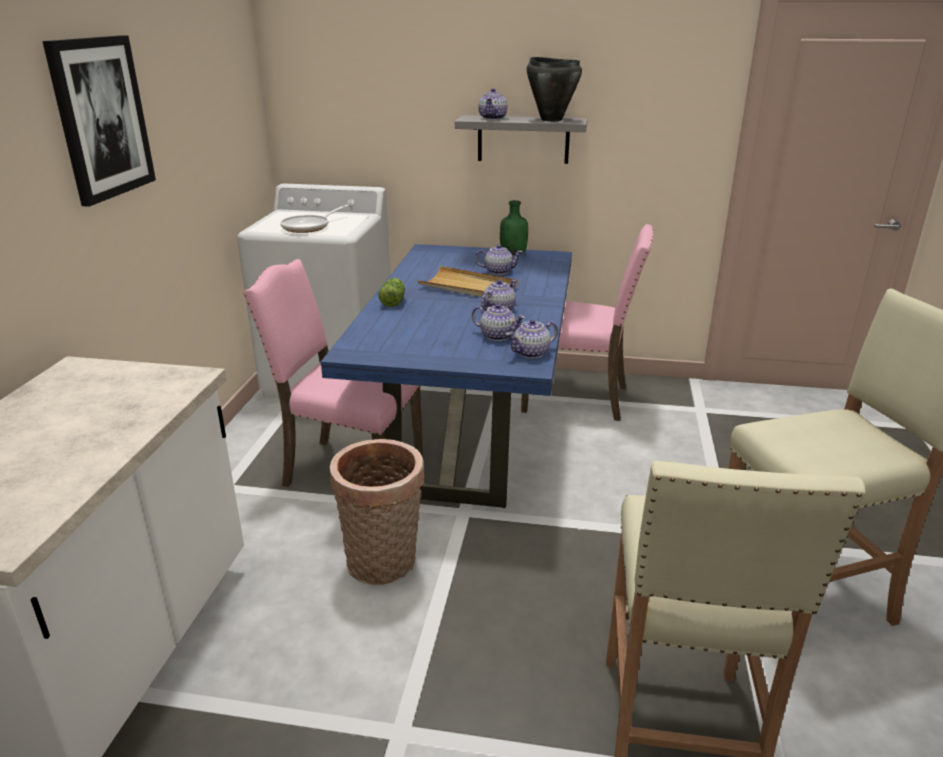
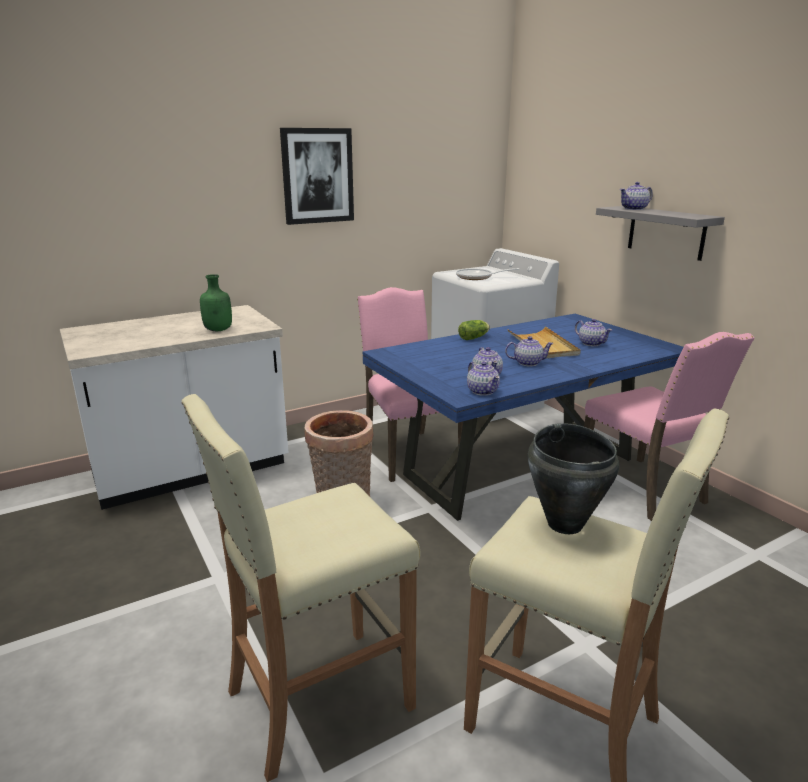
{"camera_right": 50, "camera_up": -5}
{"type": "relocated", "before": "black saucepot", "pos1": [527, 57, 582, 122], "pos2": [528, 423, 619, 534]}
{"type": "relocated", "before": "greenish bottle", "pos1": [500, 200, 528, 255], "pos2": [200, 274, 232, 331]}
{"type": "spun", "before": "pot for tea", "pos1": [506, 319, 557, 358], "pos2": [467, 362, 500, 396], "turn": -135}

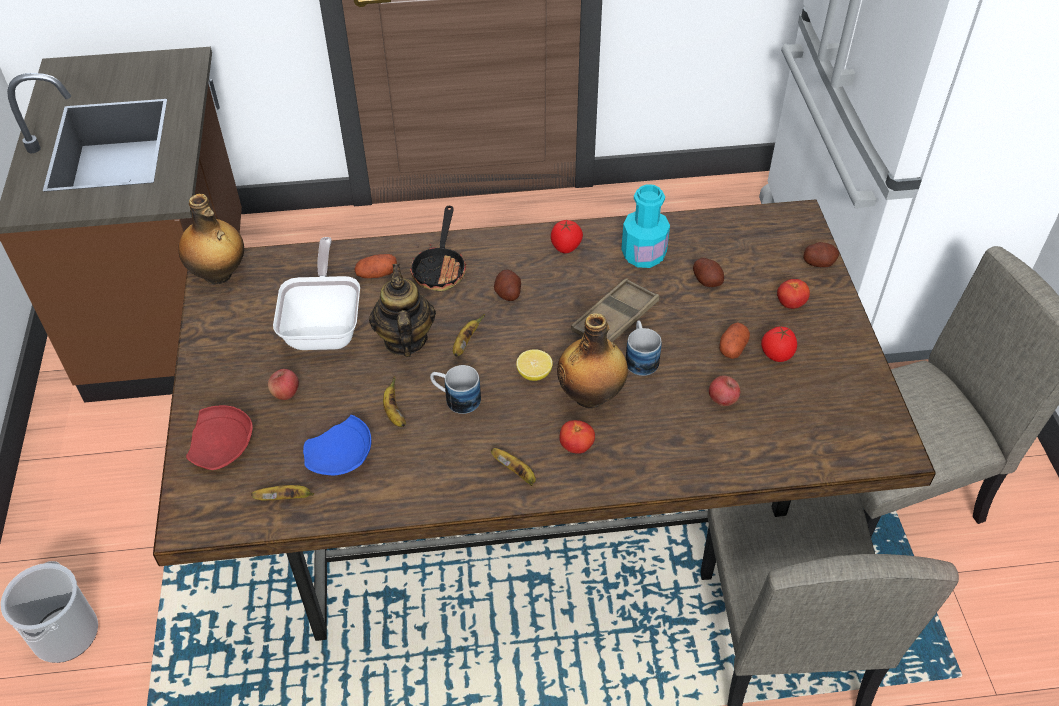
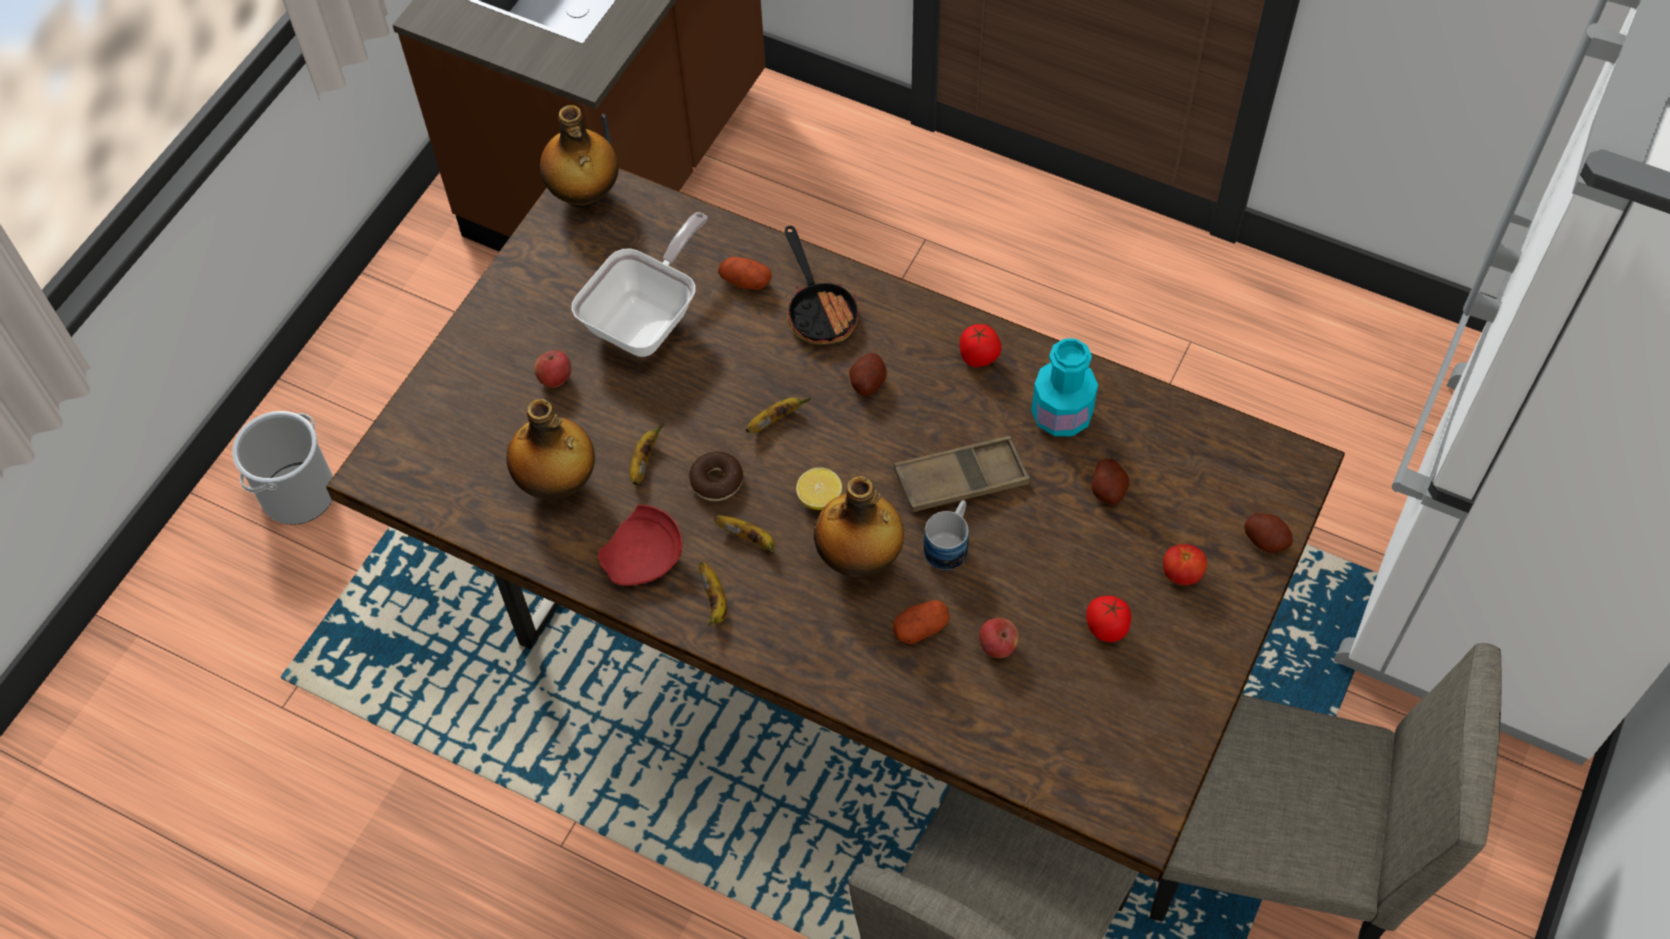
{"camera_right": 35, "camera_up": 10}
{"type": "spun", "before": "pan", "pos1": [410, 206, 466, 291], "pos2": [785, 226, 861, 345], "turn": -60}
{"type": "missing", "before": "pot for tea", "pos1": [369, 264, 436, 357]}
{"type": "relocated", "before": "potato", "pos1": [719, 323, 750, 359], "pos2": [893, 600, 950, 644]}
{"type": "exchanged", "before": "mug", "after": "doughnut", "pos1": [430, 365, 481, 414], "pos2": [689, 451, 743, 501]}
{"type": "relocated", "before": "red dinner plate", "pos1": [186, 405, 253, 470], "pos2": [598, 505, 682, 585]}
{"type": "exchanged", "before": "bluish dinner plate", "after": "bottle", "pos1": [303, 415, 372, 475], "pos2": [507, 399, 595, 500]}
{"type": "missing", "before": "whole tomato", "pos1": [559, 420, 595, 454]}
{"type": "relocated", "before": "whole banana", "pos1": [251, 485, 314, 501], "pos2": [714, 516, 775, 553]}

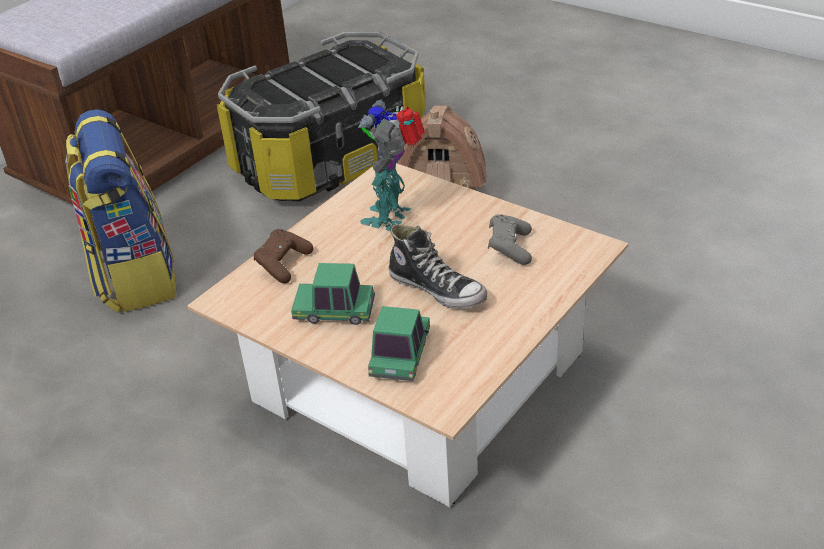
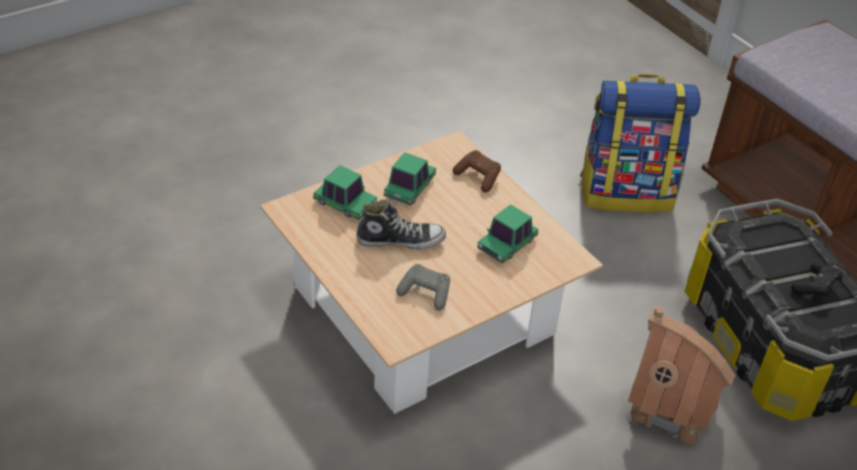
{"camera_right": 105, "camera_up": 5}
{"type": "exchanged", "before": "model robot", "after": "model car", "pos1": [359, 100, 425, 232], "pos2": [477, 204, 538, 263]}
{"type": "spun", "before": "low shoe", "pos1": [389, 224, 487, 309], "pos2": [356, 200, 446, 250], "turn": -150}
{"type": "appeared", "after": "black gamepad", "pos2": [791, 263, 843, 297]}

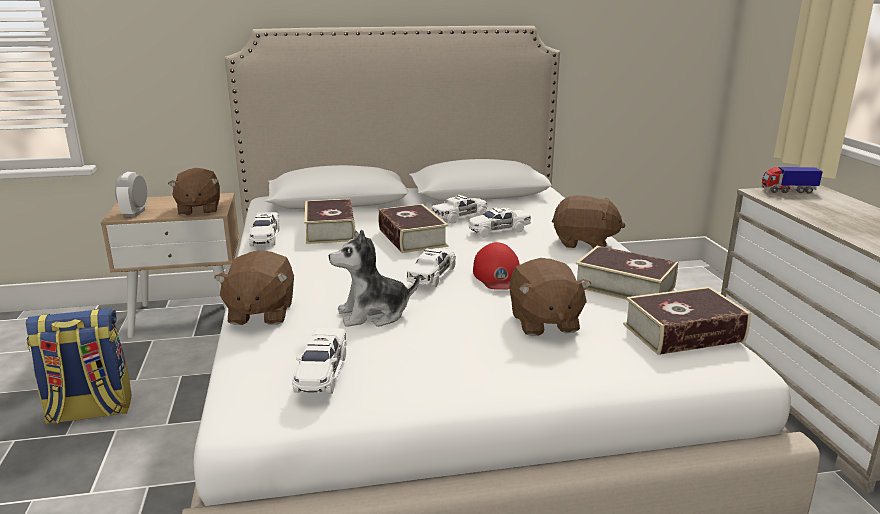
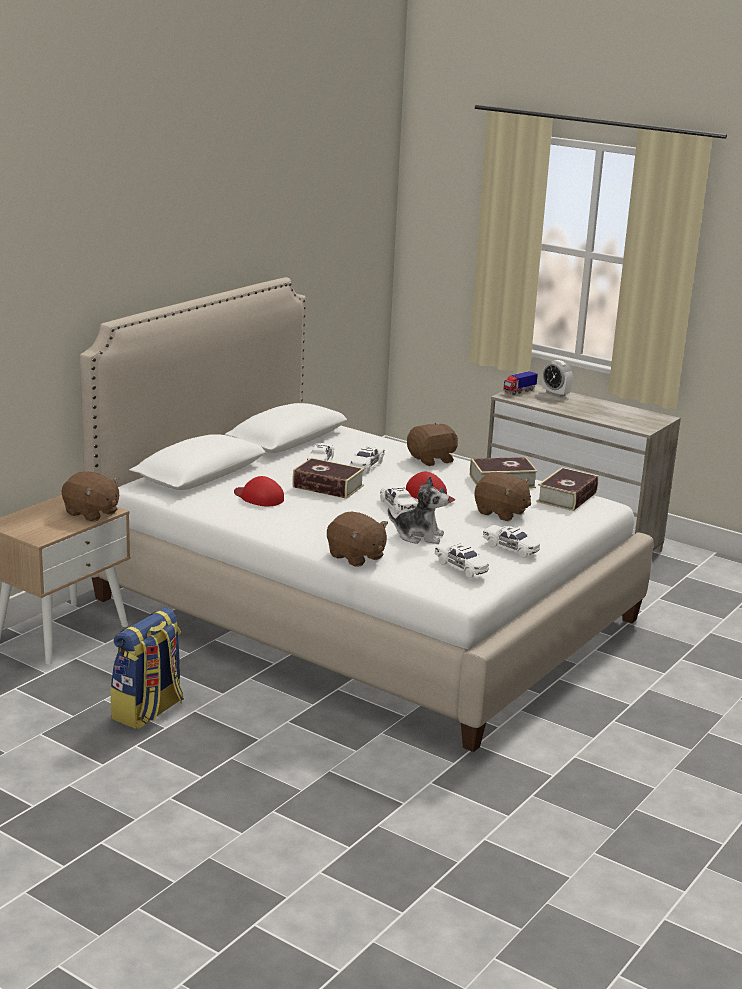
{"camera_right": -45, "camera_up": 0}
{"type": "relocated", "before": "bedside clock", "pos1": [115, 172, 147, 217], "pos2": [542, 360, 573, 397]}
{"type": "exchanged", "before": "volume", "after": "red peaked cap", "pos1": [305, 199, 355, 244], "pos2": [234, 476, 284, 506]}
{"type": "relocated", "before": "white model car", "pos1": [248, 212, 280, 246], "pos2": [483, 525, 540, 558]}
{"type": "spun", "before": "plush toy", "pos1": [329, 229, 420, 327], "pos2": [388, 476, 449, 544], "turn": -105}

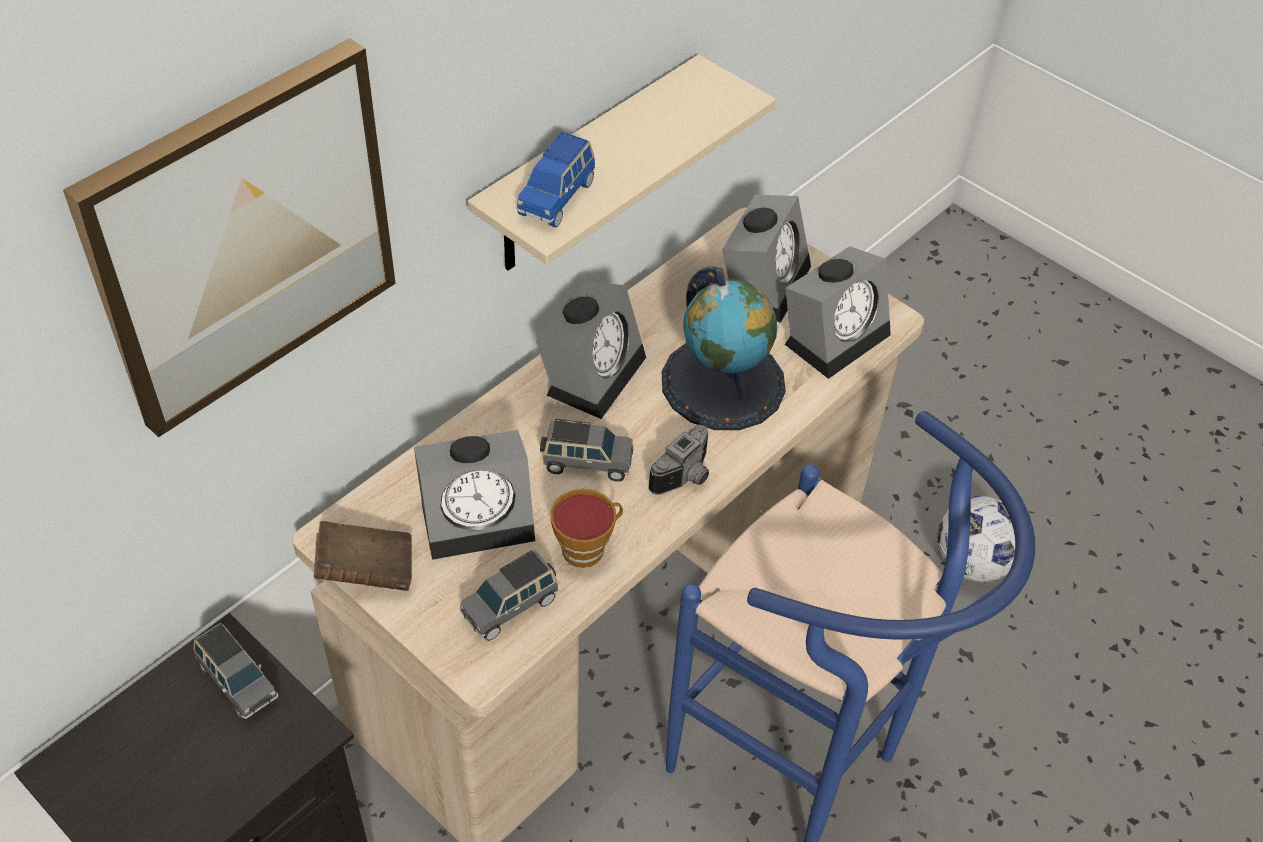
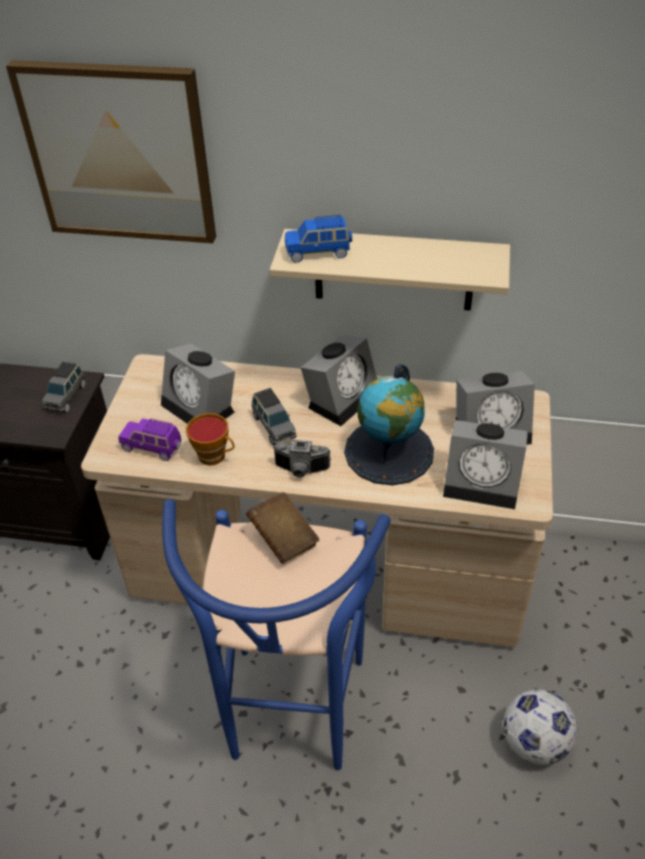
{"camera_right": 60, "camera_up": -5}
{"type": "spun", "before": "bedside clock", "pos1": [536, 280, 646, 419], "pos2": [300, 335, 377, 426], "turn": -45}
{"type": "relocated", "before": "brown-coloured volume", "pos1": [314, 521, 412, 591], "pos2": [246, 492, 319, 564]}
{"type": "colour", "before": "grey model car", "after": "purple model car", "pos1": [460, 550, 558, 641], "pos2": [118, 418, 182, 461]}

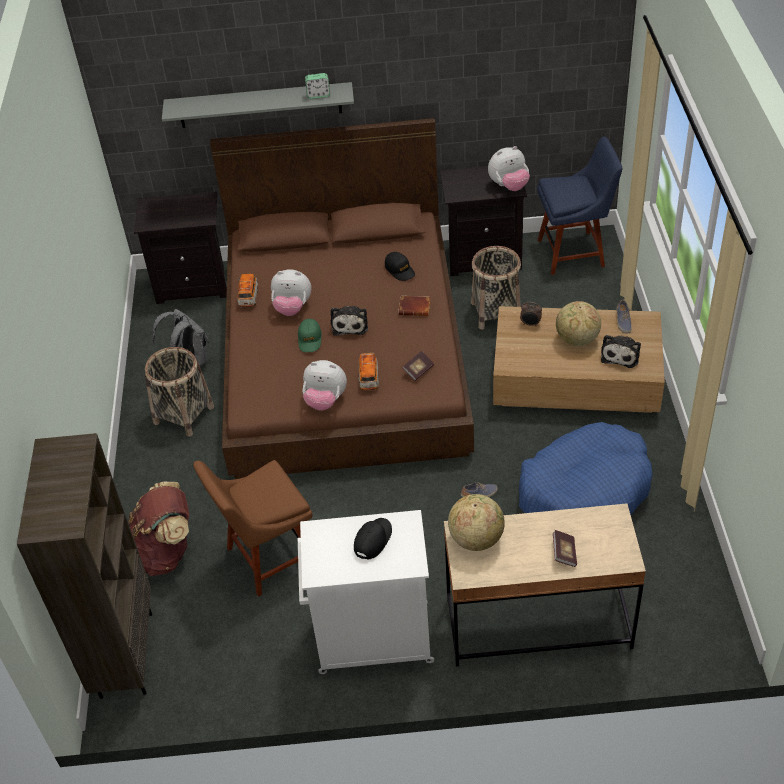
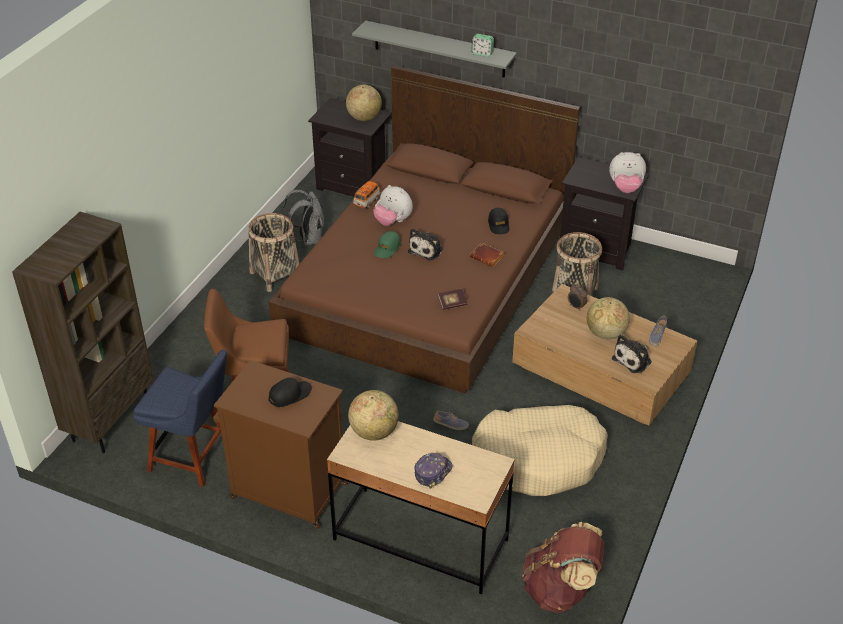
{"camera_right": 25, "camera_up": -5}
{"type": "relocated", "before": "bluish upright chair", "pos1": [537, 137, 623, 275], "pos2": [133, 350, 227, 487]}
{"type": "missing", "before": "model car", "pos1": [358, 353, 379, 390]}
{"type": "missing", "before": "plush toy", "pos1": [302, 360, 347, 411]}
{"type": "colour", "before": "bluish dog cushion", "after": "beige dog cushion", "pos1": [519, 422, 653, 515], "pos2": [472, 405, 608, 496]}
{"type": "relocated", "before": "brown-coloured rucksack", "pos1": [128, 482, 189, 576], "pos2": [522, 522, 604, 613]}
{"type": "colour", "before": "white cabinet", "after": "brown-coloured cabinet", "pos1": [298, 510, 434, 674], "pos2": [213, 360, 348, 529]}
{"type": "exchanged", "before": "volume", "after": "peaked cap", "pos1": [553, 530, 577, 567], "pos2": [415, 453, 453, 488]}
{"type": "appeared", "after": "globe", "pos2": [346, 85, 382, 121]}

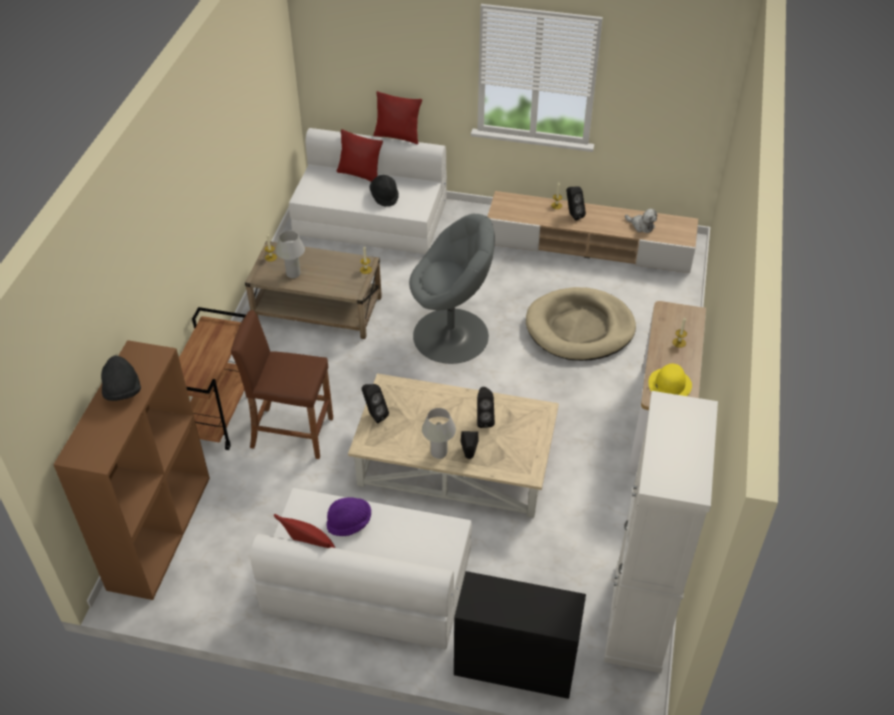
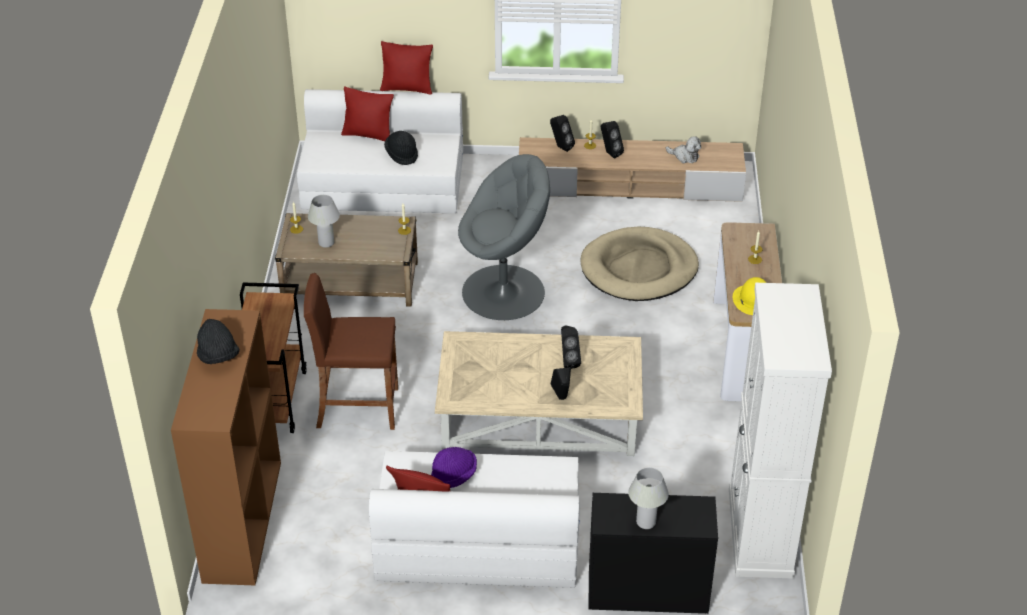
{"camera_right": -10, "camera_up": -5}
{"type": "relocated", "before": "black loudspeaker", "pos1": [362, 384, 389, 423], "pos2": [550, 115, 575, 152]}
{"type": "relocated", "before": "white tabletop lamp", "pos1": [422, 408, 456, 459], "pos2": [628, 467, 669, 529]}

